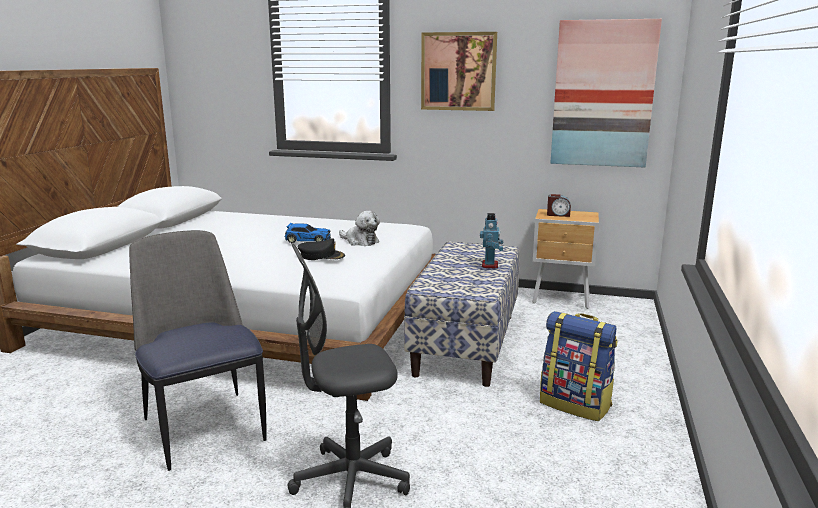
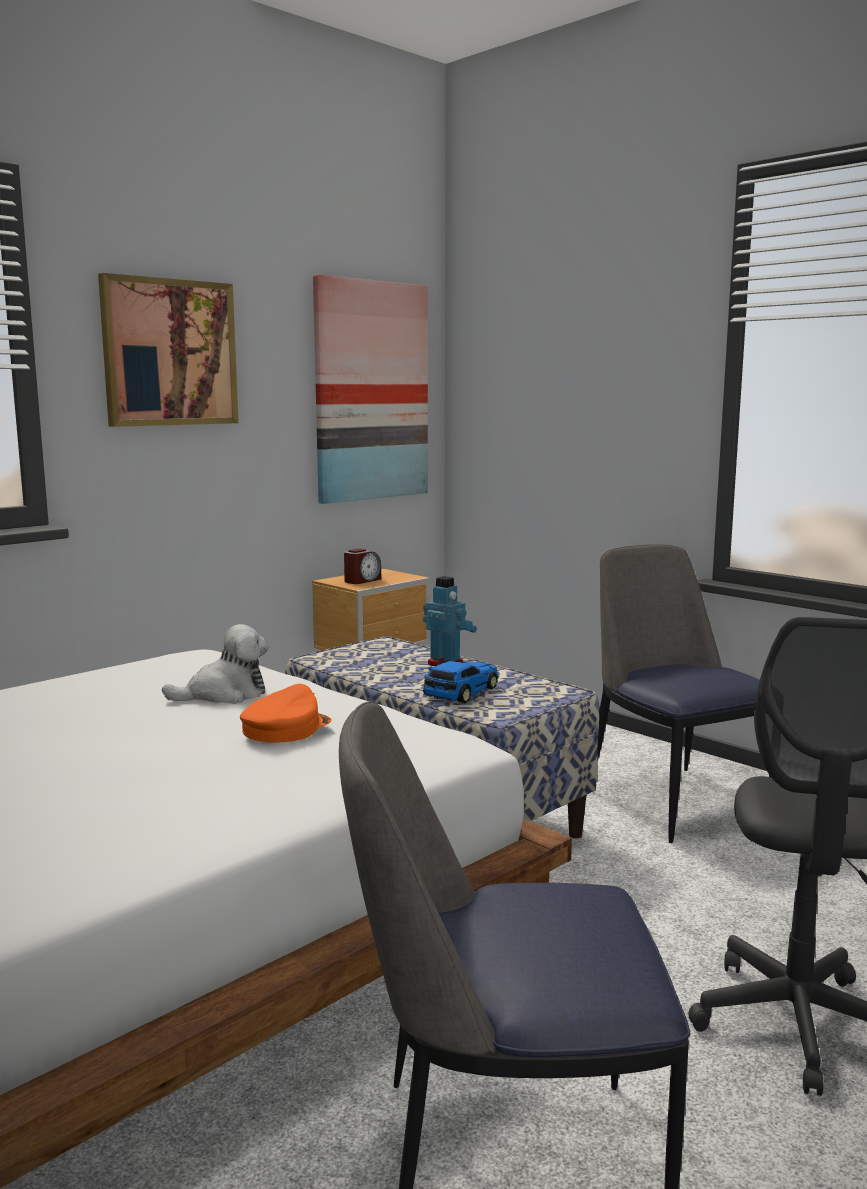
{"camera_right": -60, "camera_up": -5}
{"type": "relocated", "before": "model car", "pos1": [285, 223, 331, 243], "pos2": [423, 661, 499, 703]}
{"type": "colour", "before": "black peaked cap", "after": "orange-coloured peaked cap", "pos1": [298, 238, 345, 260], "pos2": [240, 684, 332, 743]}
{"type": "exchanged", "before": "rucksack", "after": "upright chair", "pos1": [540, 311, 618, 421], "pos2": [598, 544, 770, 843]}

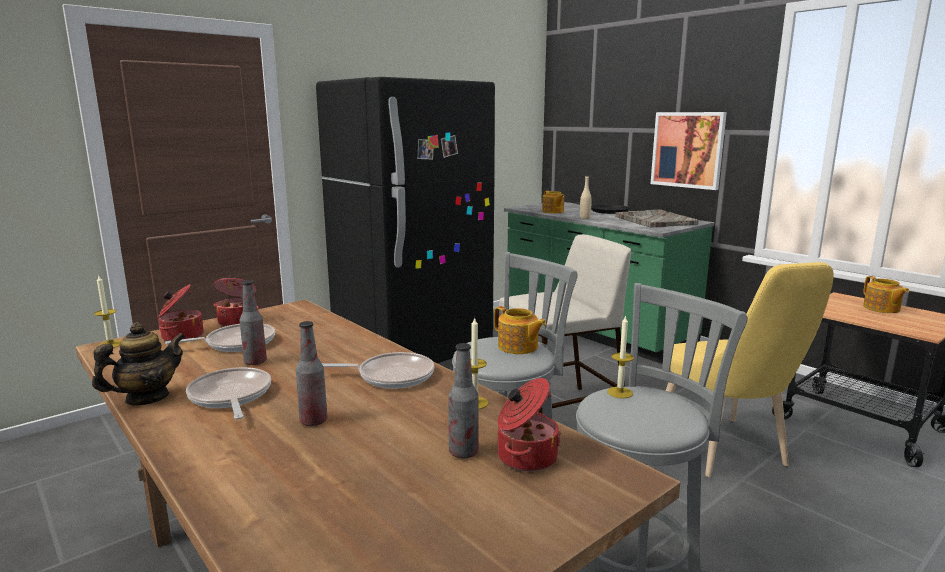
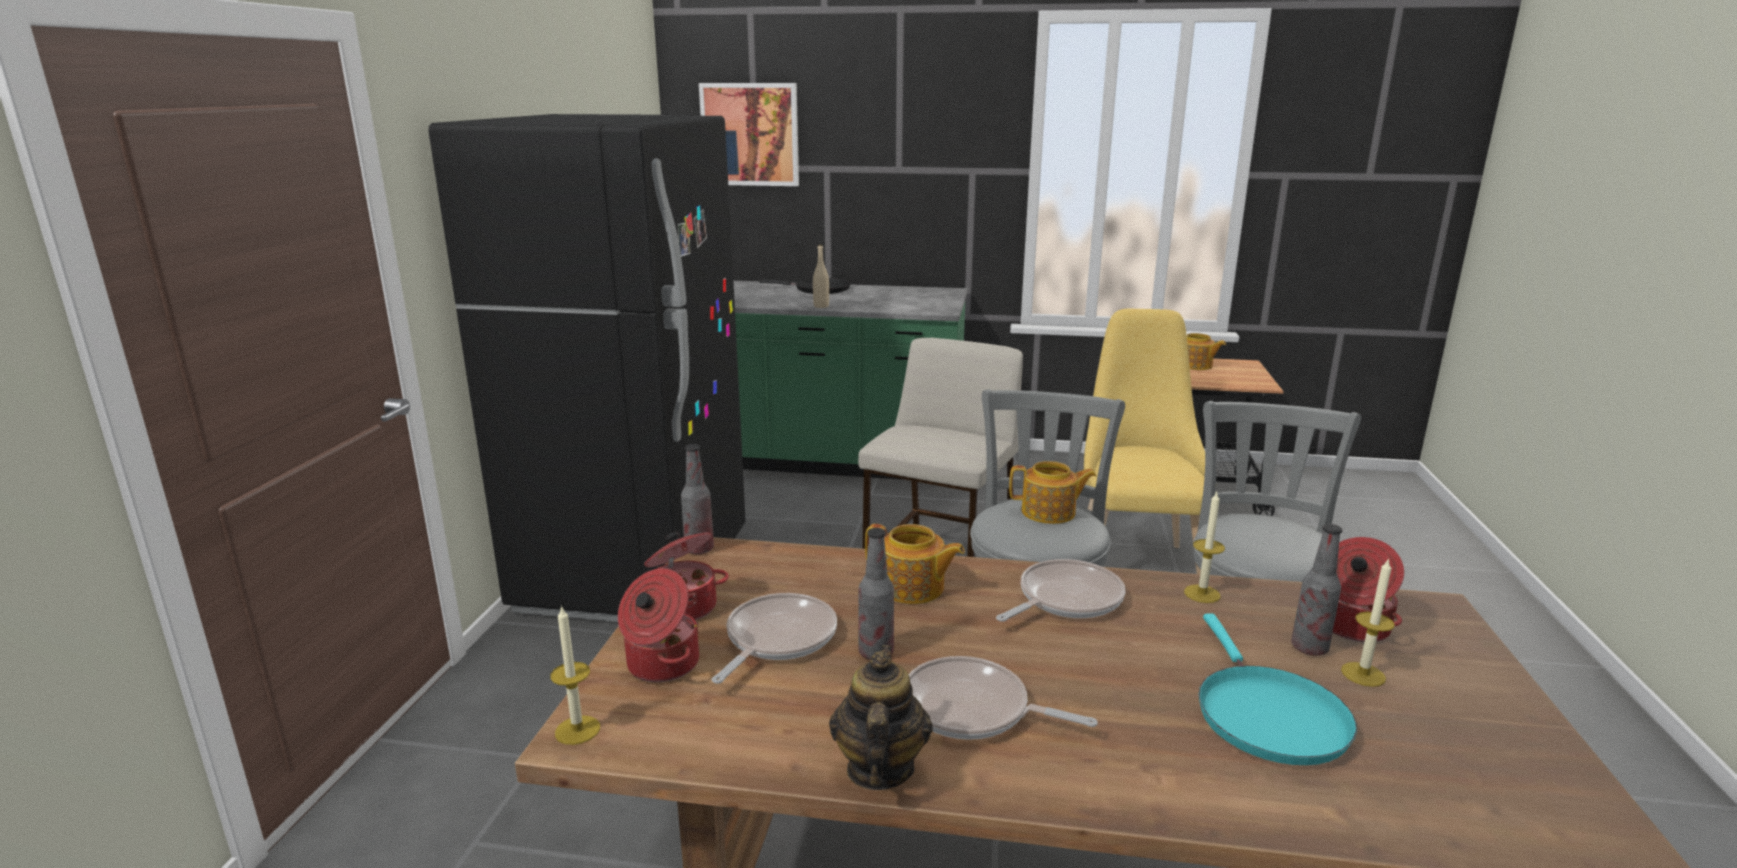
{"camera_right": -40, "camera_up": 5}
{"type": "relocated", "before": "wall art", "pos1": [651, 112, 727, 190], "pos2": [699, 83, 799, 186]}
{"type": "relocated", "before": "pot for tea", "pos1": [542, 191, 564, 214], "pos2": [865, 524, 965, 604]}
{"type": "missing", "before": "grey carrying tray", "pos1": [615, 209, 699, 227]}
{"type": "spun", "before": "yellow upright chair", "pos1": [666, 262, 834, 477], "pos2": [1084, 309, 1205, 574], "turn": -120}
{"type": "relocated", "before": "candle", "pos1": [607, 315, 634, 398], "pos2": [1341, 558, 1395, 687]}
{"type": "relocated", "before": "bottle", "pos1": [296, 321, 328, 426], "pos2": [681, 444, 714, 554]}
{"type": "appeared", "after": "turquoise pan", "pos2": [1199, 614, 1357, 765]}

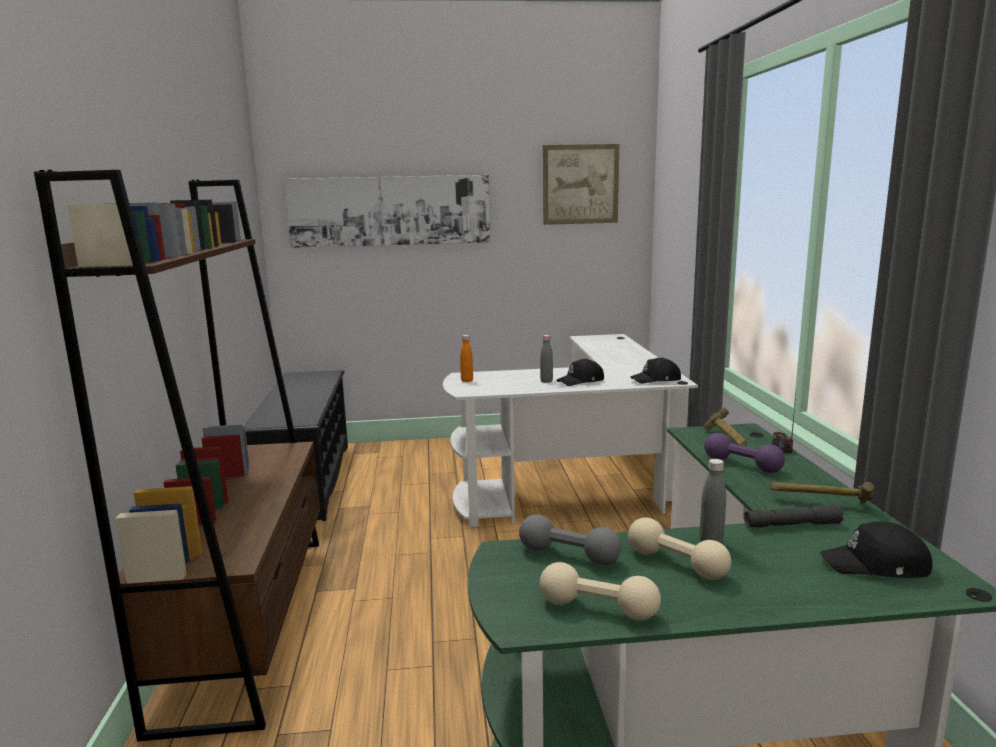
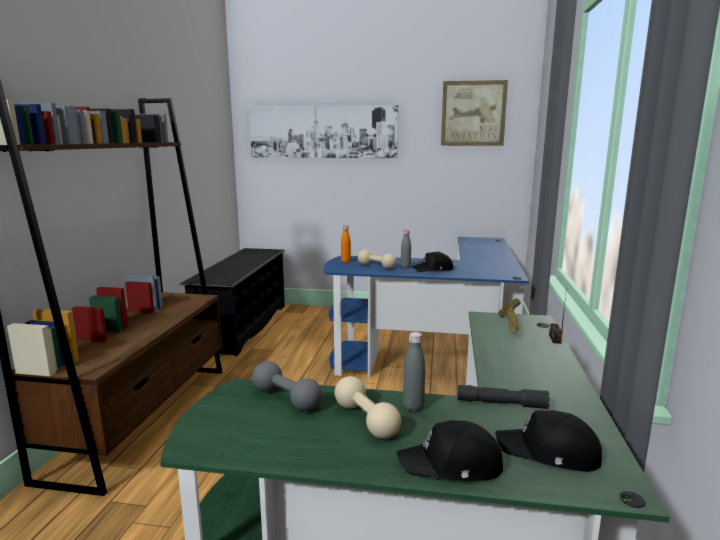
{"camera_right": 15, "camera_up": 0}
{"type": "colour", "before": "white desk table", "after": "bluish desk table", "pos1": [443, 334, 698, 527], "pos2": [324, 237, 529, 378]}
{"type": "relocated", "before": "black peaked cap", "pos1": [630, 357, 681, 384], "pos2": [397, 420, 503, 481]}
{"type": "missing", "before": "purple free weight", "pos1": [704, 433, 785, 473]}
{"type": "missing", "before": "tool hammer", "pos1": [770, 482, 874, 504]}
{"type": "relocated", "before": "beige free weight", "pos1": [540, 562, 661, 620], "pos2": [358, 250, 396, 269]}

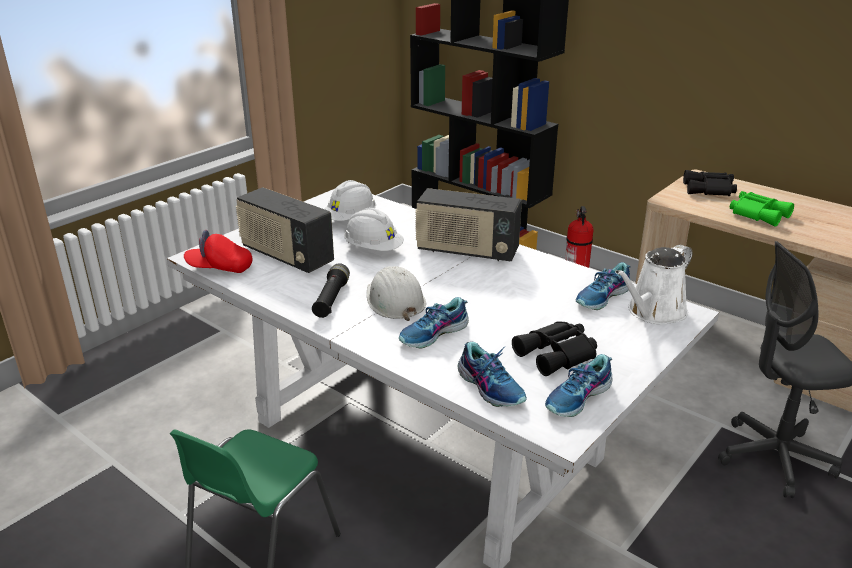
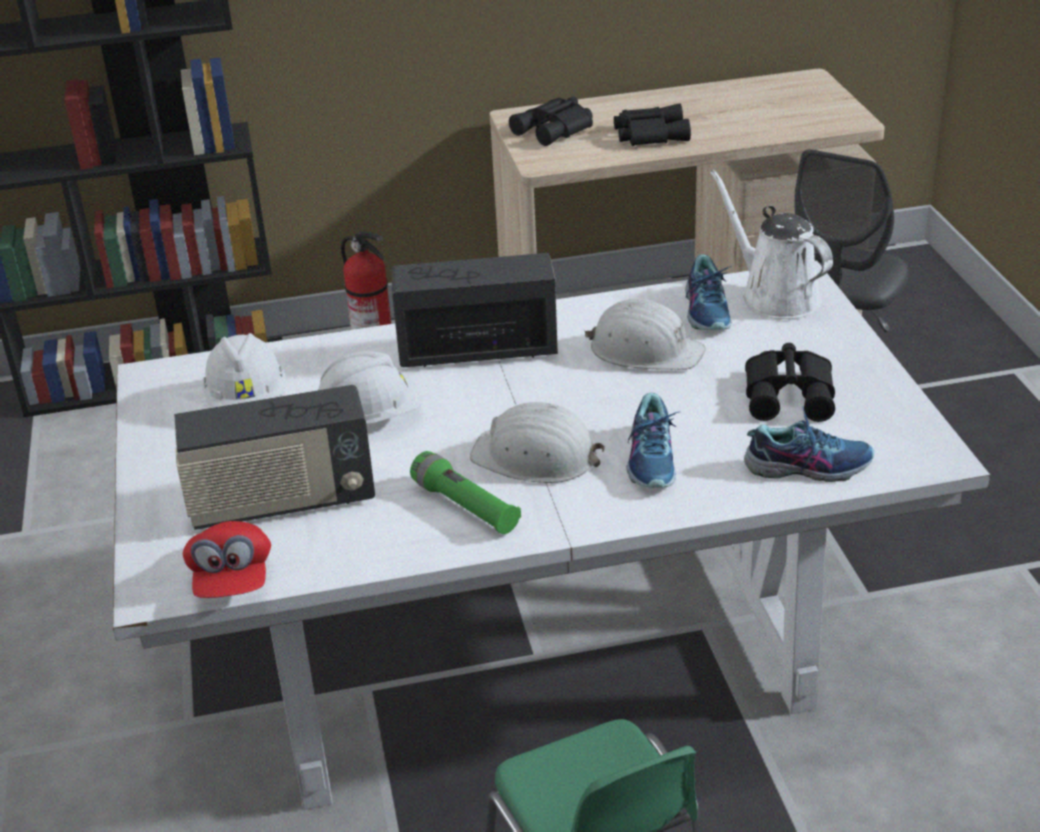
{"camera_right": -50, "camera_up": 5}
{"type": "spun", "before": "radio receiver", "pos1": [415, 188, 522, 261], "pos2": [391, 253, 558, 367], "turn": -150}
{"type": "colour", "before": "greenish pair of binoculars", "after": "black pair of binoculars", "pos1": [730, 191, 794, 227], "pos2": [614, 104, 691, 146]}
{"type": "spun", "before": "red peaked cap", "pos1": [184, 230, 253, 273], "pos2": [183, 521, 271, 598], "turn": -45}
{"type": "spun", "before": "white watering pot", "pos1": [615, 245, 692, 325], "pos2": [710, 170, 833, 319], "turn": 150}
{"type": "colour", "before": "black hand torch", "after": "greenish hand torch", "pos1": [312, 263, 350, 318], "pos2": [410, 451, 521, 534]}
{"type": "missing", "before": "low shoe", "pos1": [545, 354, 612, 417]}
{"type": "appeared", "after": "white safety helmet", "pos2": [584, 299, 706, 370]}

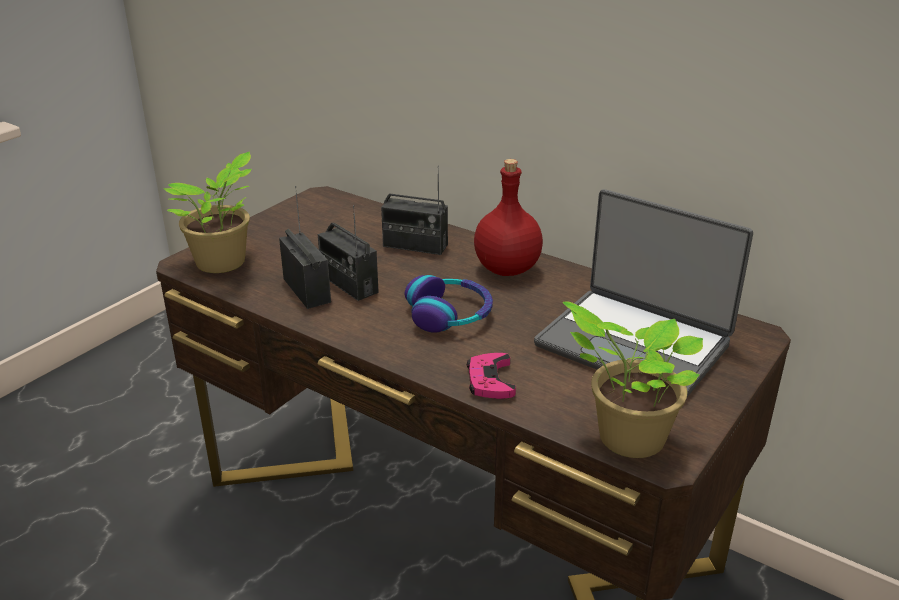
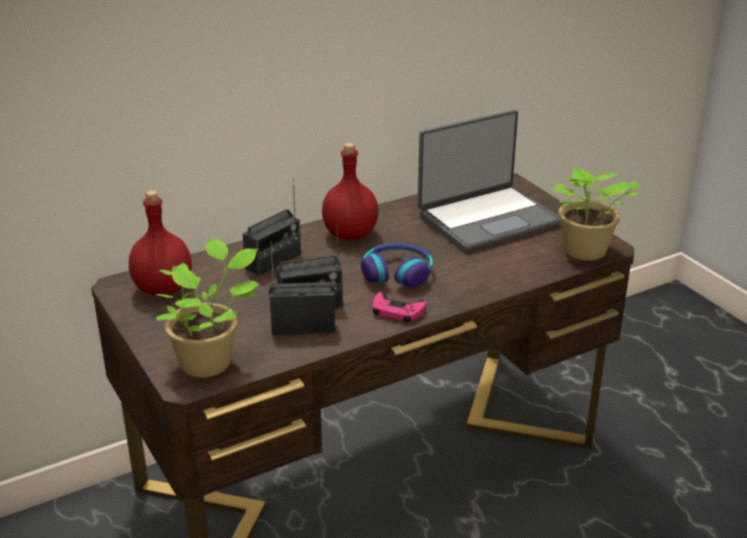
{"camera_right": -65, "camera_up": 0}
{"type": "relocated", "before": "pink-coloured gamepad", "pos1": [467, 353, 516, 399], "pos2": [373, 291, 426, 322]}
{"type": "appeared", "after": "red bottle", "pos2": [129, 190, 192, 295]}

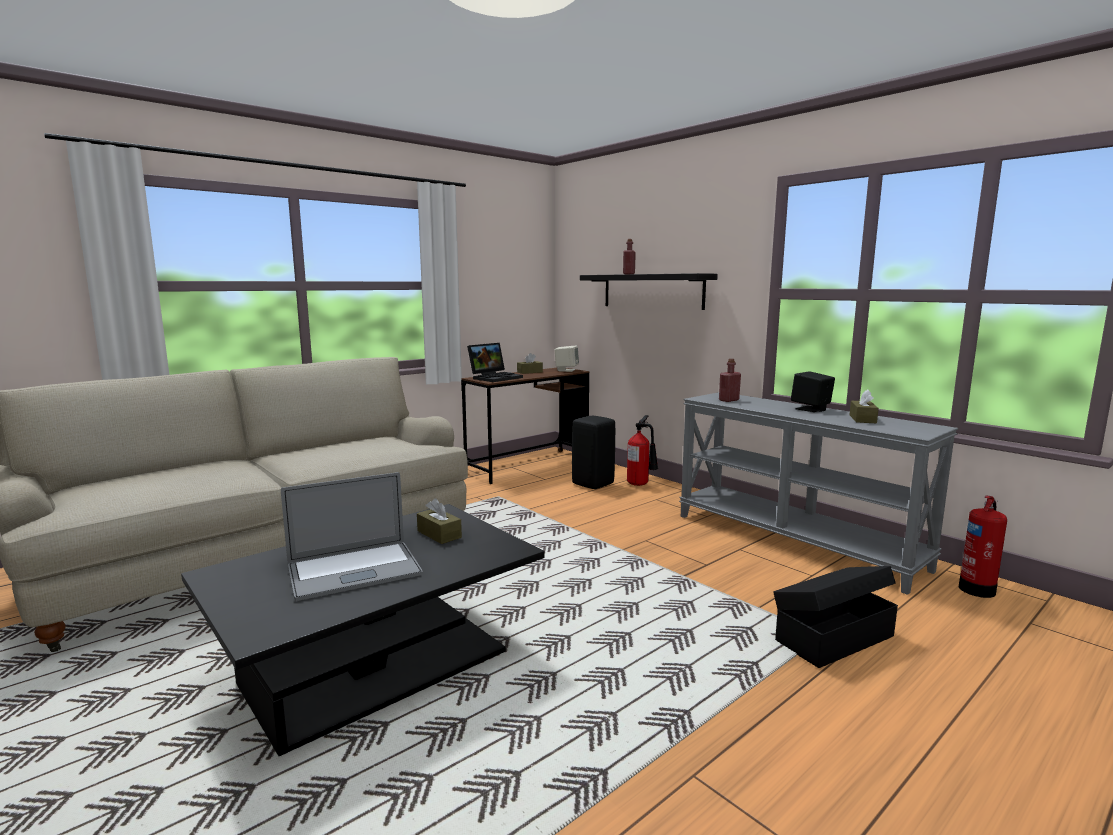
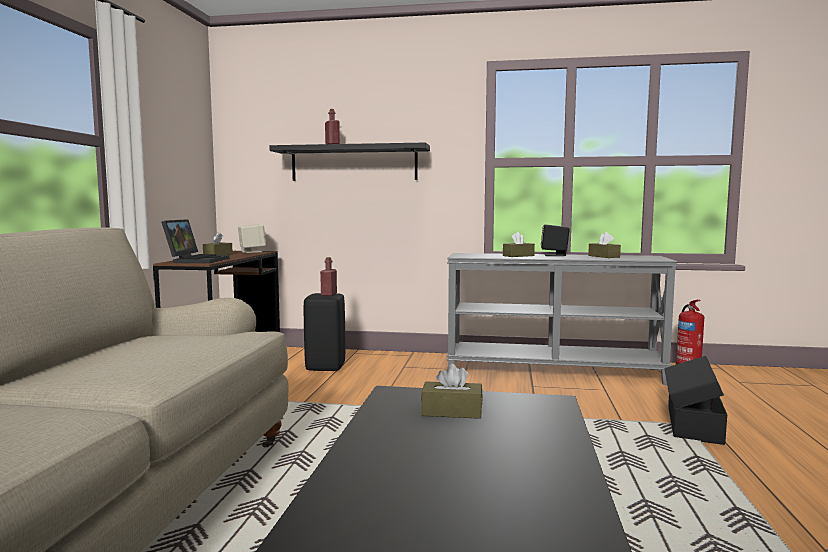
{"camera_right": -40, "camera_up": -5}
{"type": "relocated", "before": "red bottle", "pos1": [719, 359, 741, 402], "pos2": [320, 257, 337, 296]}
{"type": "missing", "before": "extinguisher", "pos1": [627, 415, 658, 486]}
{"type": "missing", "before": "notebook computer", "pos1": [281, 472, 423, 601]}
{"type": "appeared", "after": "brown-coloured tissue box", "pos2": [503, 232, 535, 257]}

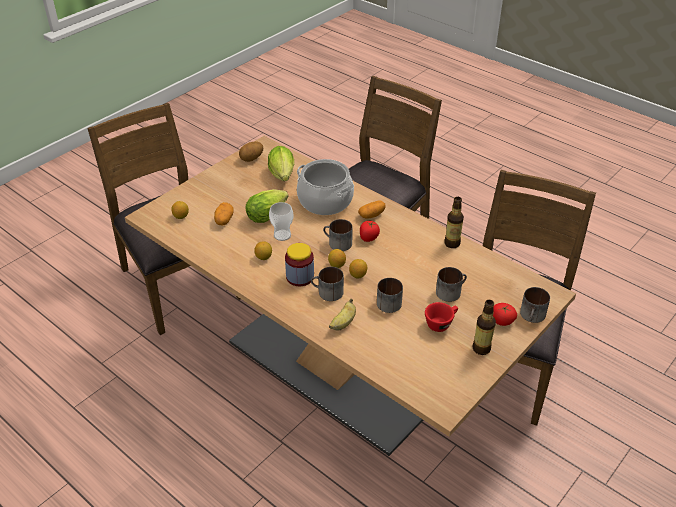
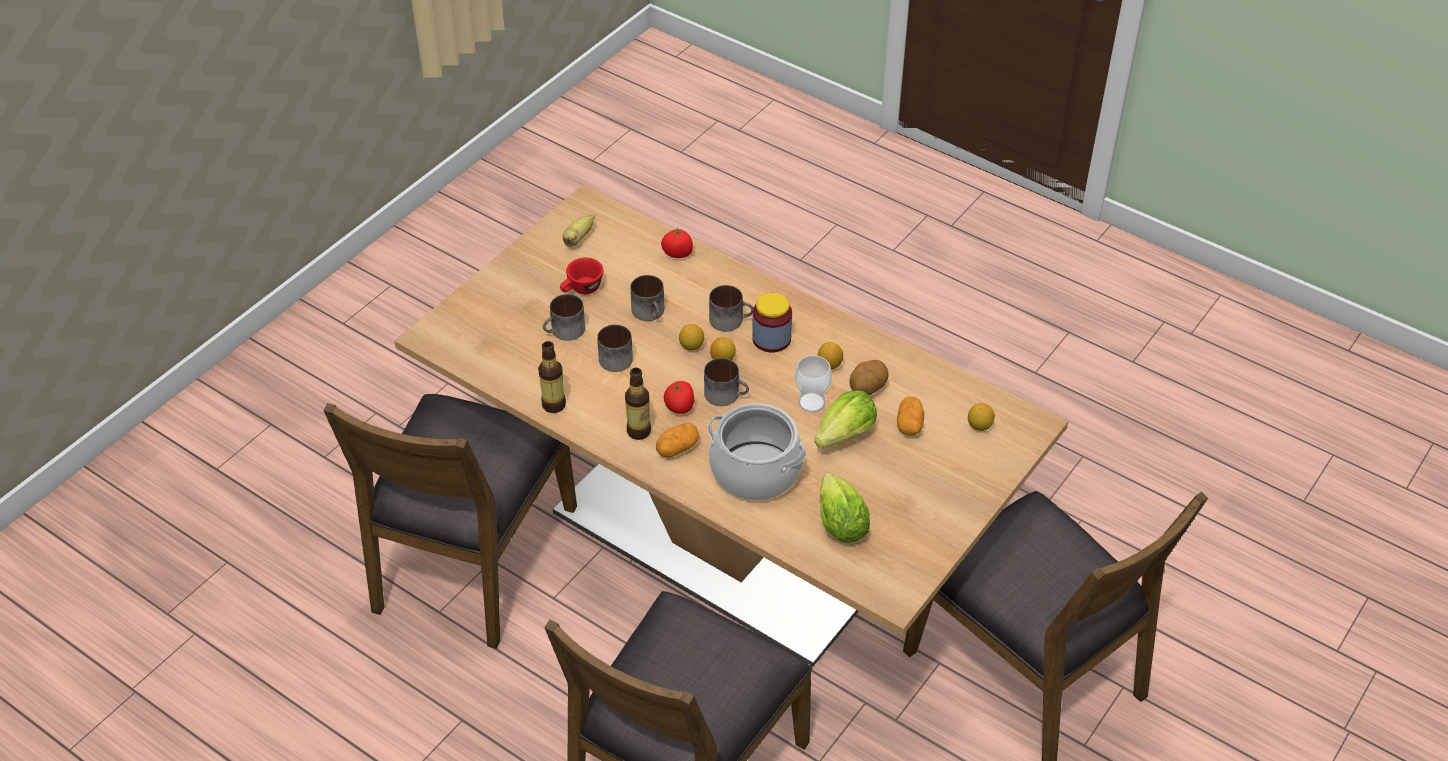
{"camera_right": 175, "camera_up": 5}
{"type": "relocated", "before": "potato", "pos1": [239, 141, 263, 162], "pos2": [849, 360, 889, 395]}
{"type": "relocated", "before": "mug", "pos1": [520, 287, 550, 323], "pos2": [597, 325, 633, 372]}
{"type": "relocated", "before": "whole banana", "pos1": [329, 299, 356, 330], "pos2": [562, 214, 595, 247]}
{"type": "relocated", "before": "bottle", "pos1": [472, 300, 496, 355], "pos2": [625, 368, 651, 440]}
{"type": "relocated", "before": "whole tomato", "pos1": [493, 303, 517, 326], "pos2": [661, 227, 693, 258]}

